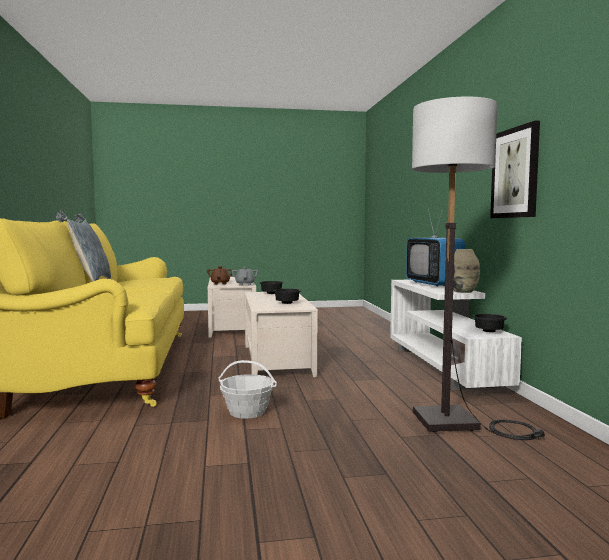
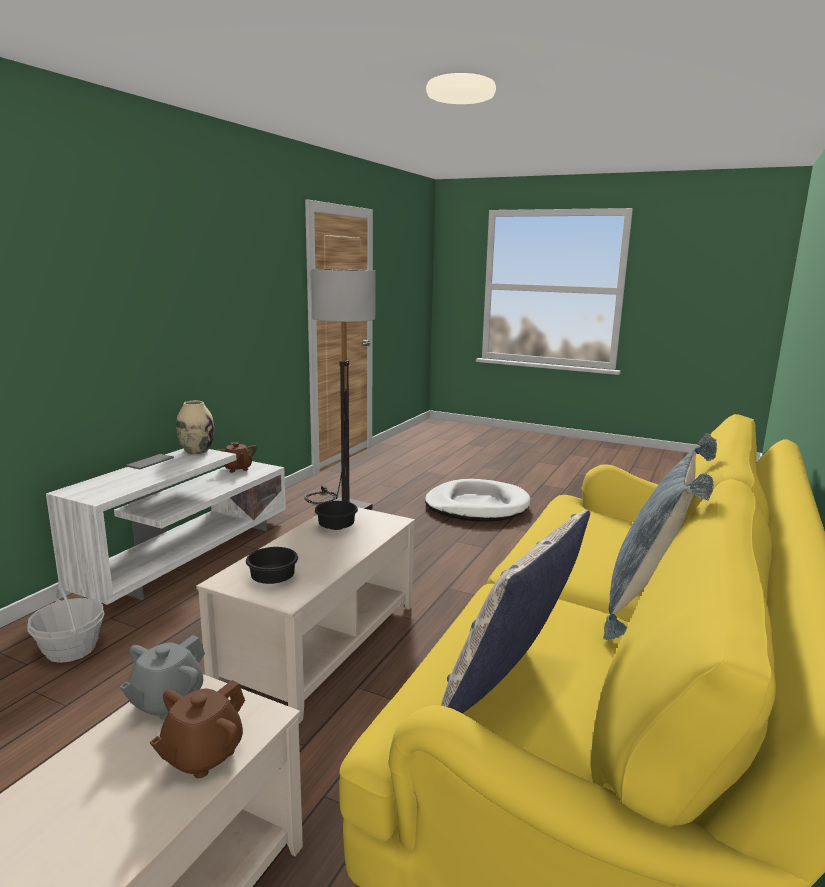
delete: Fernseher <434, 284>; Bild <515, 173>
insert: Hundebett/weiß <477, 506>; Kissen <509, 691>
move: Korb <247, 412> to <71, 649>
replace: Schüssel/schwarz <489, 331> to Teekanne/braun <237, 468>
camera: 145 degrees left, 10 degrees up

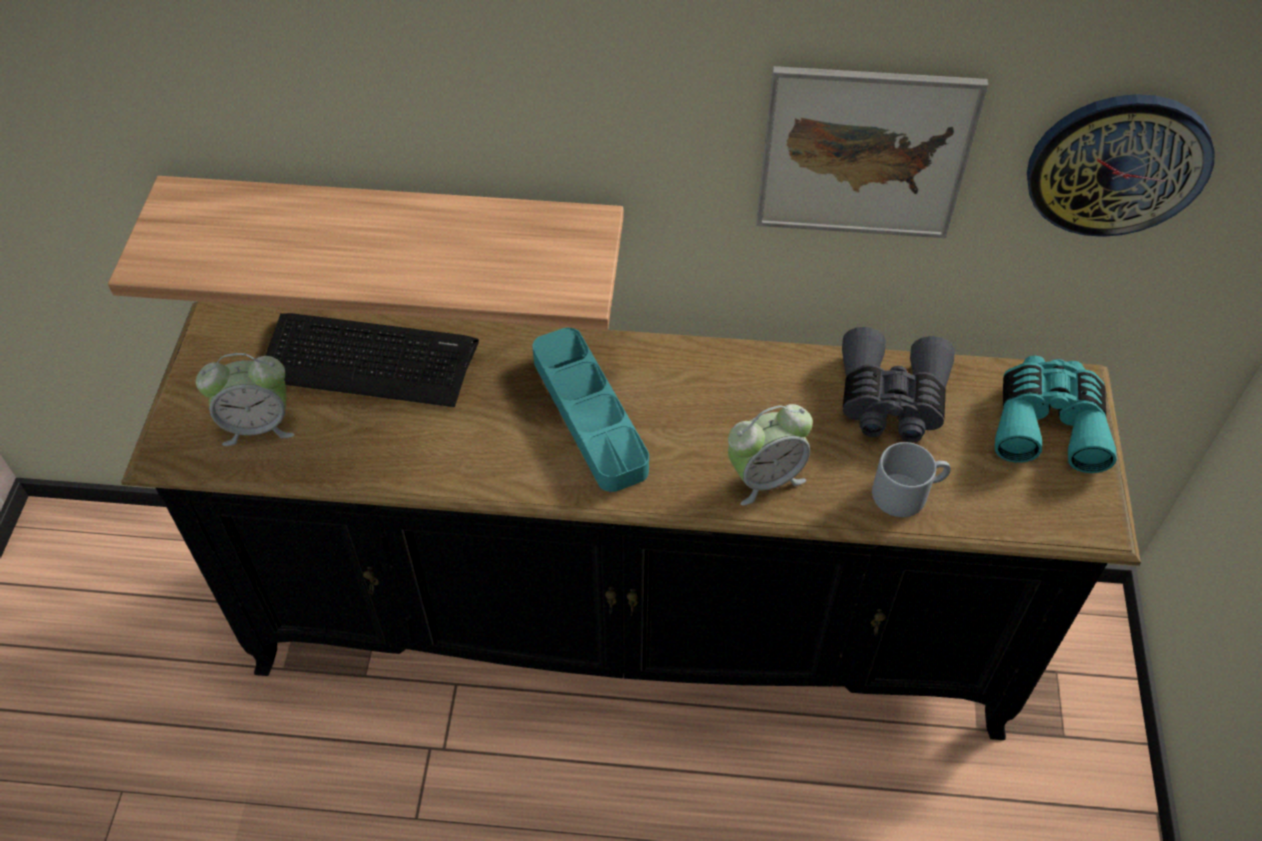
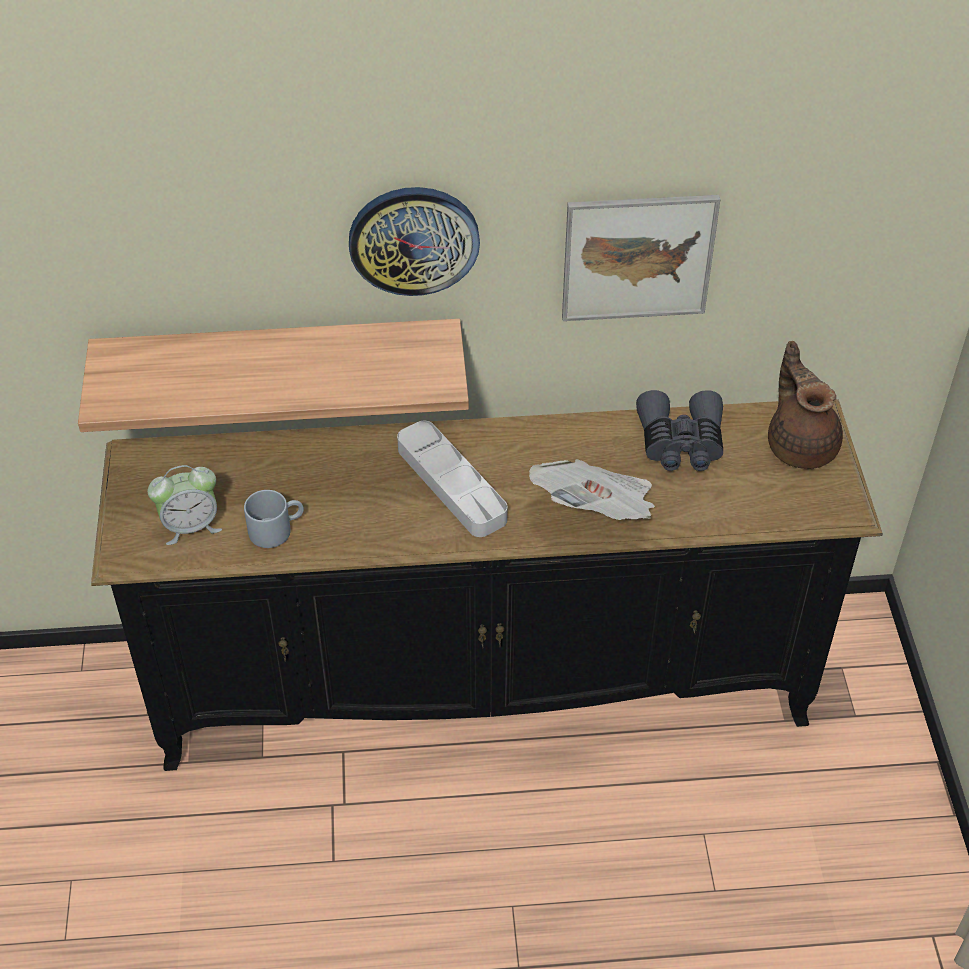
delete: Tastatur <368, 360>
move: Henkelbecher/grau <908, 491> to <276, 529>; Wanduhr <1117, 164> to <414, 239>
replace: Wecker <765, 478> to Zeitung <596, 511>; Fernglas/türkis <1048, 423> to Teekanne/braun <800, 444>
recolor: Tablett/türkis <589, 414> to Tablett/grau <451, 484>
camera: 10 degrees left, 5 degrees down

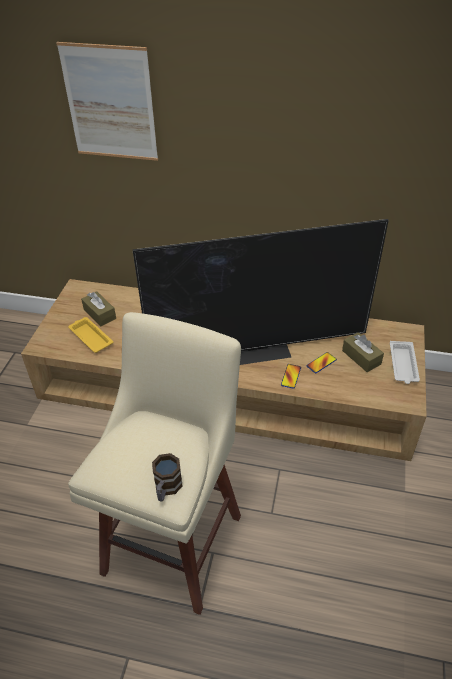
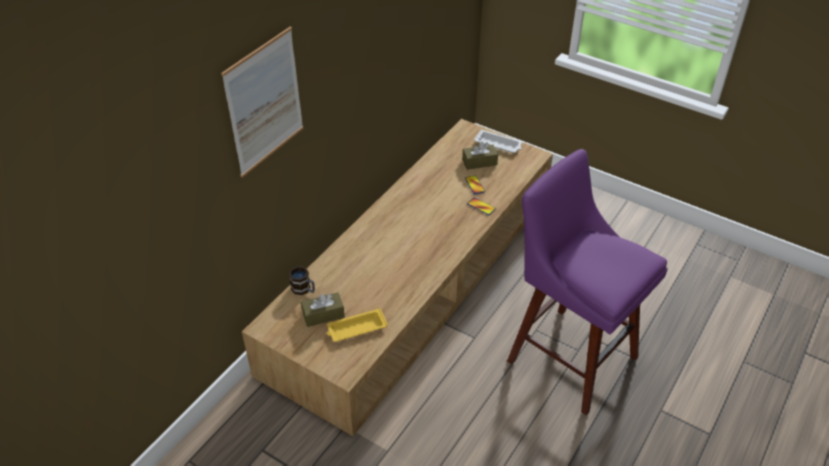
delete: Fernseher <259, 349>
move: Henkelbecher <166, 488> to <304, 289>
recolor: Hocker/beige <175, 541> to Hocker/lila <569, 357>
camera: 70 degrees left, 0 degrees up

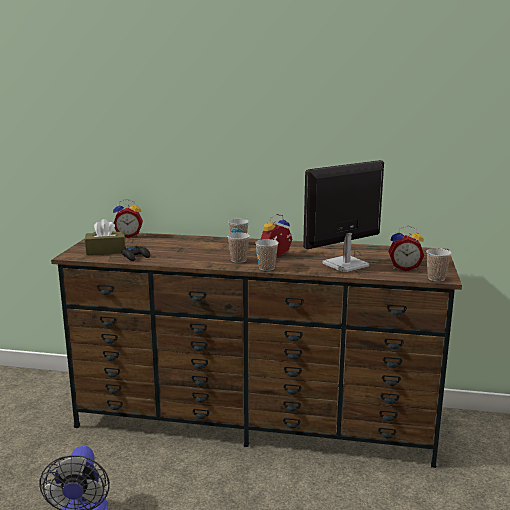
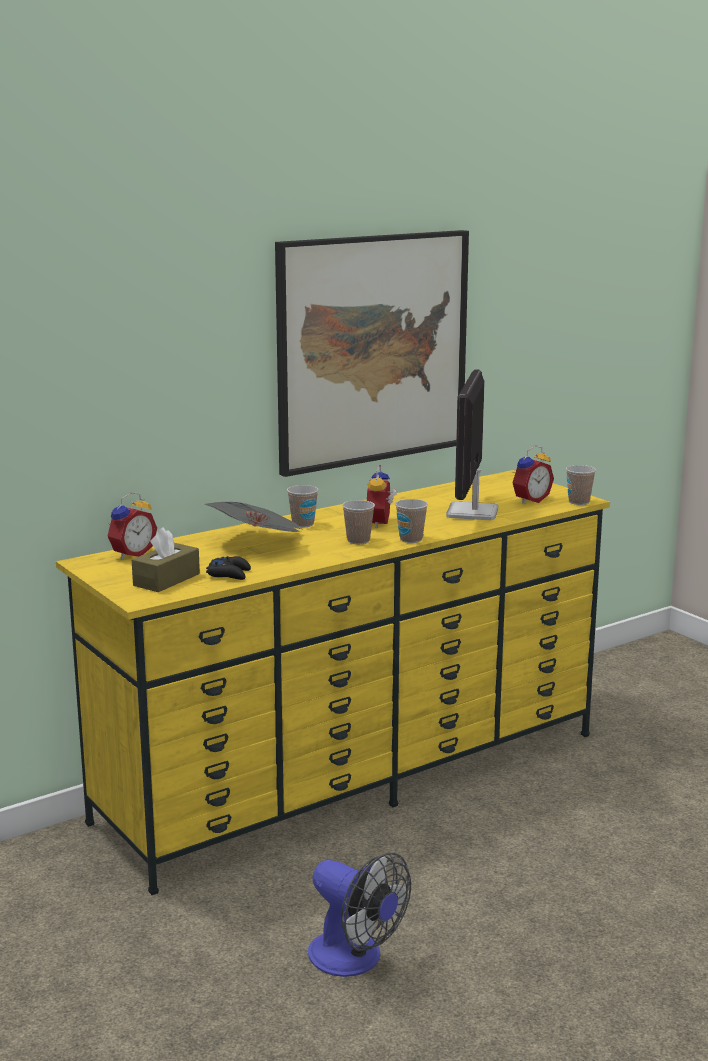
insert: Zeitung <259, 543>; Bild <372, 349>
recolor: Kommode/braun <256, 418> to Kommode/gelb <354, 775>
camera: 45 degrees left, 0 degrees up

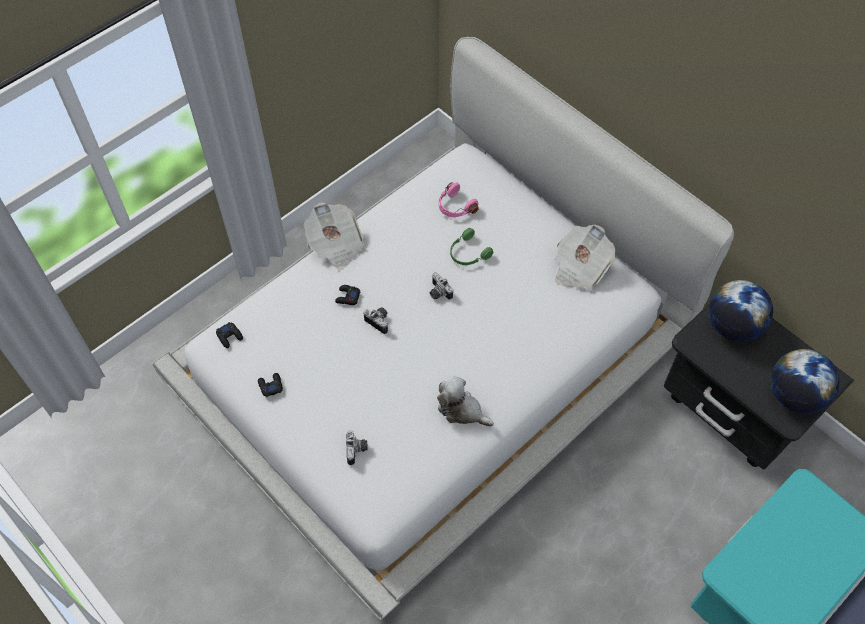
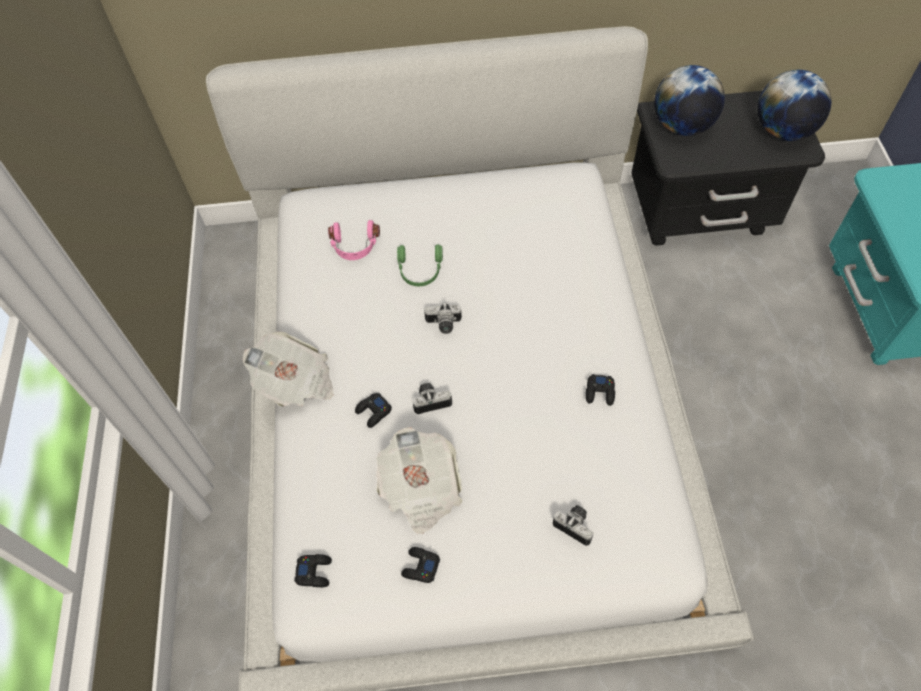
move: Zeitung <579, 267> to <421, 489>
replace: Plüschtier <462, 410> to Gamepad/schwarz <600, 392>
camera: 50 degrees left, 0 degrees up

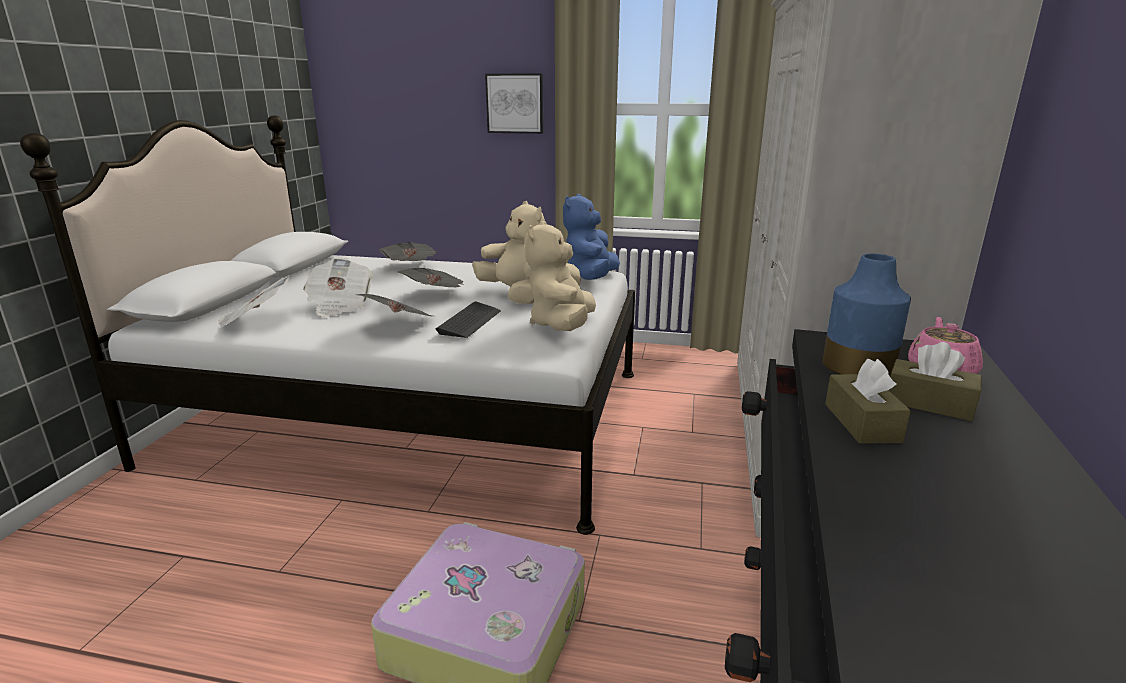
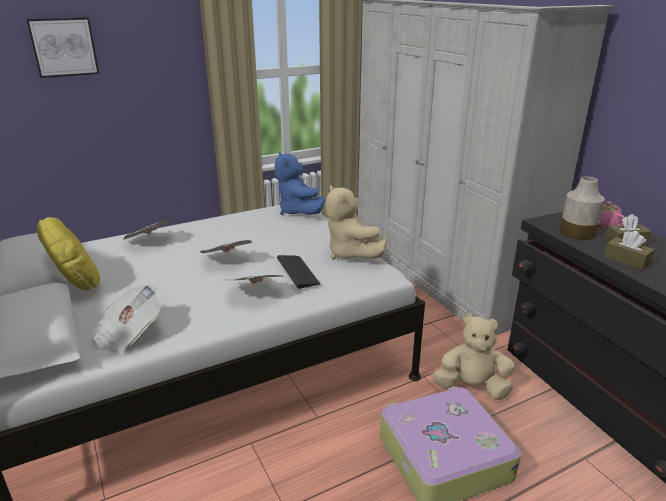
delete: Zeitung <340, 305>
insert: Kissen/gelb <76, 285>
move: Plüschtier/beige <516, 295> to <472, 387>; Bild <515, 103> to <64, 47>
recolor: Vase/blau <858, 366> to Vase/beige <577, 232>
camera: 40 degrees left, 5 degrees up

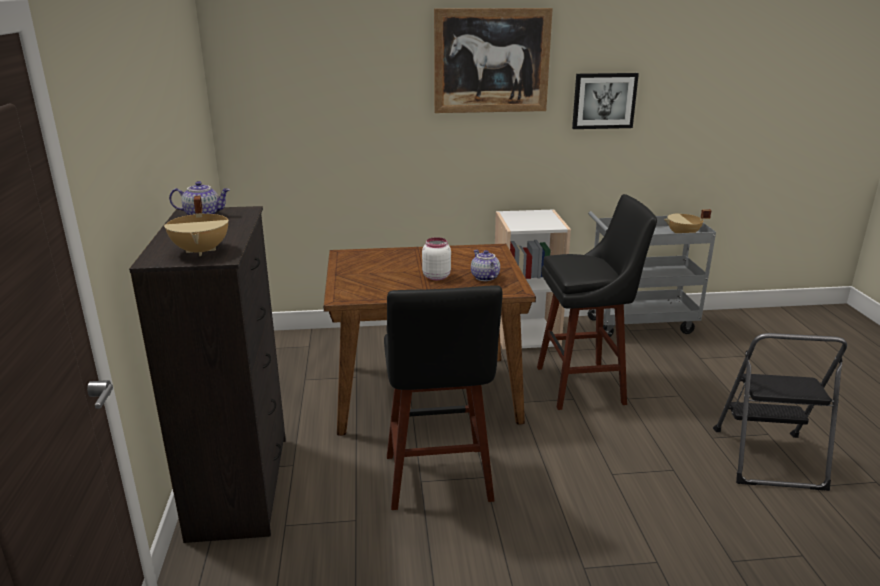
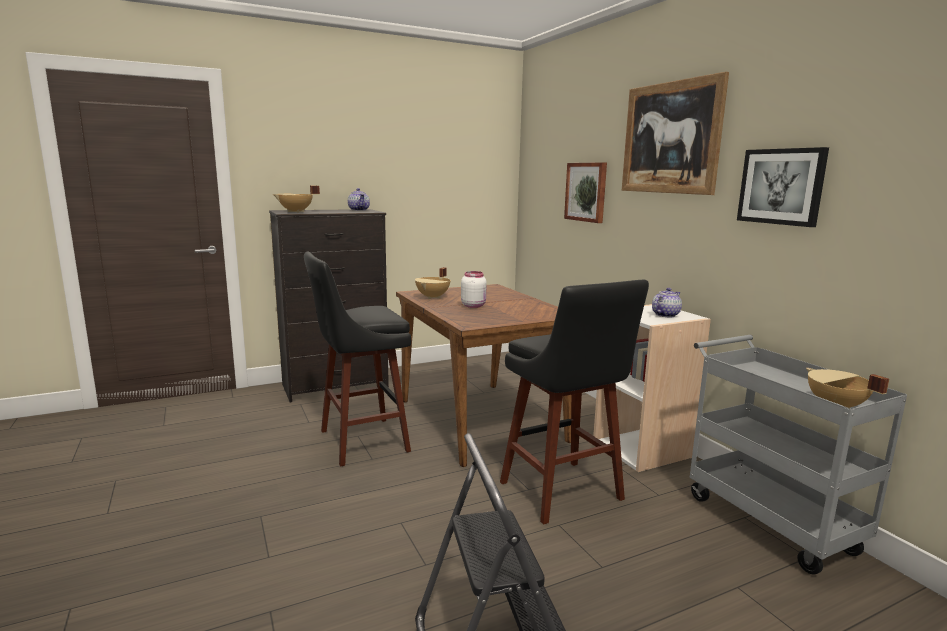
insert: Kochtopf/beige <433, 297>; Bild <586, 192>
move: Teekanne <484, 277> to <665, 315>
camera: 70 degrees right, 10 degrees down

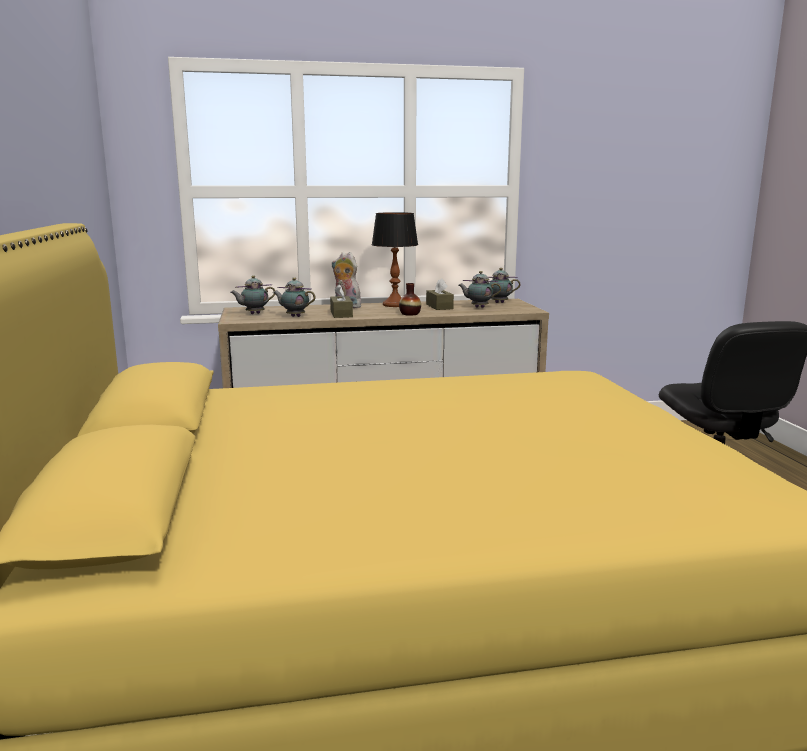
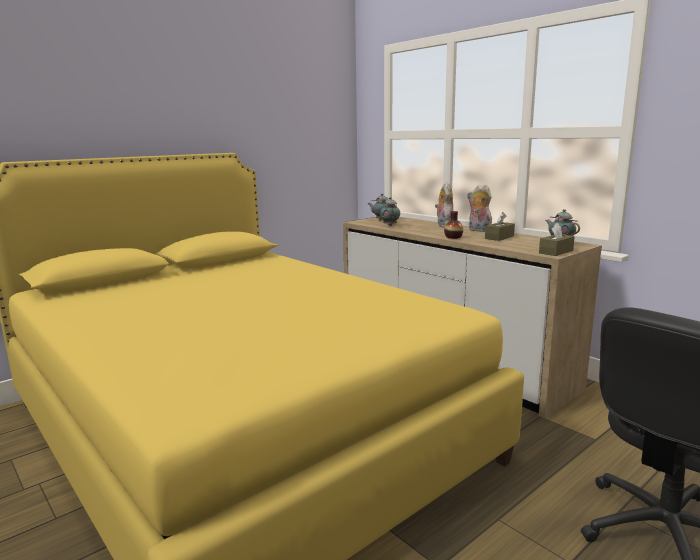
delete: Teekanne <478, 307>
move: Taschentuchbox/braun <341, 314> to <556, 252>
replace: Tischlampe <395, 305> to Plüschtier <478, 230>
camera: 60 degrees right, 0 degrees up

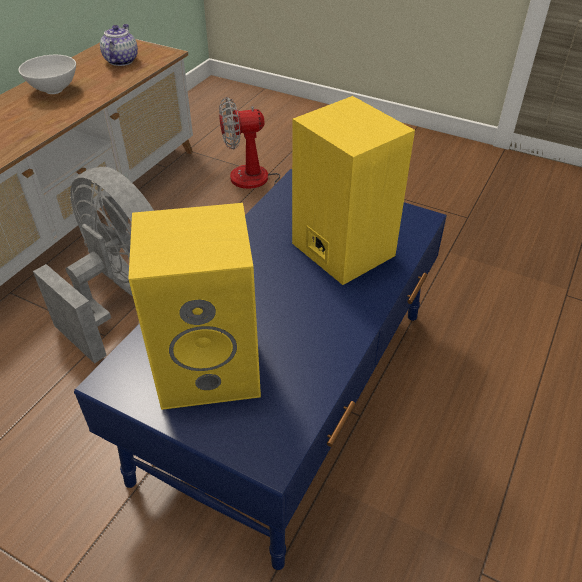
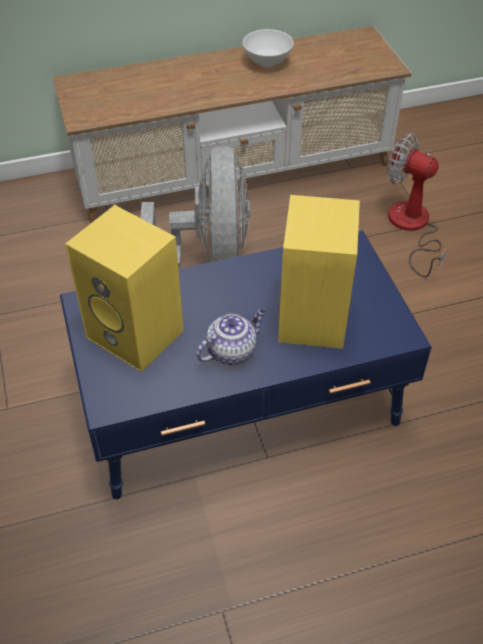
move: Teekanne <121, 60> to <232, 351>
camera: 45 degrees right, 5 degrees up

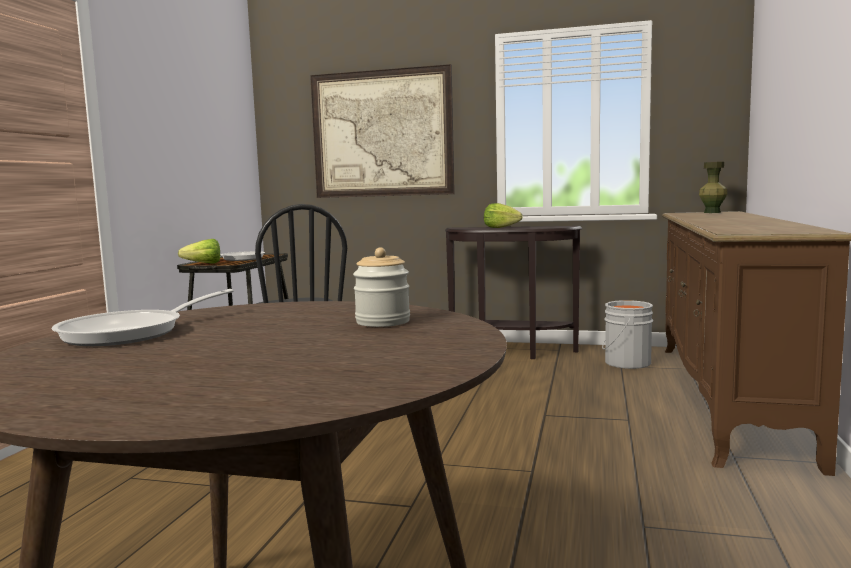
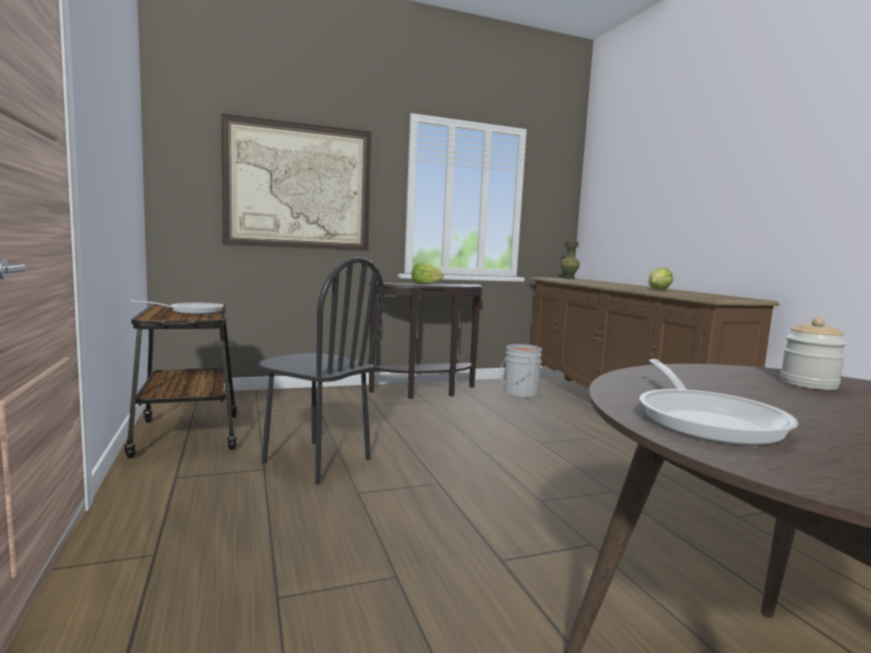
move: Salatkopf <200, 264> to <656, 290>
camera: 35 degrees left, 0 degrees up

